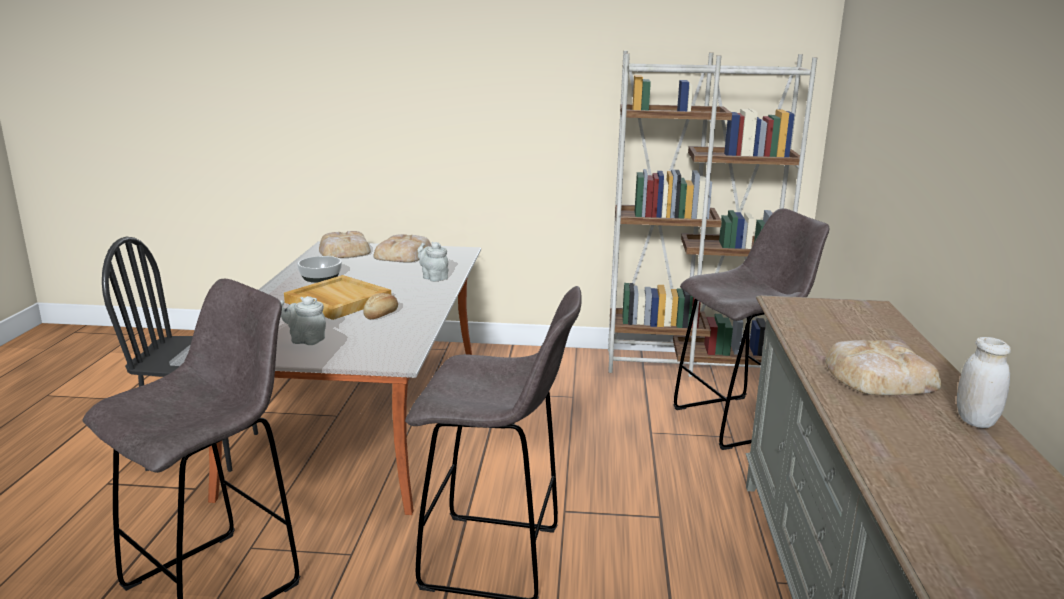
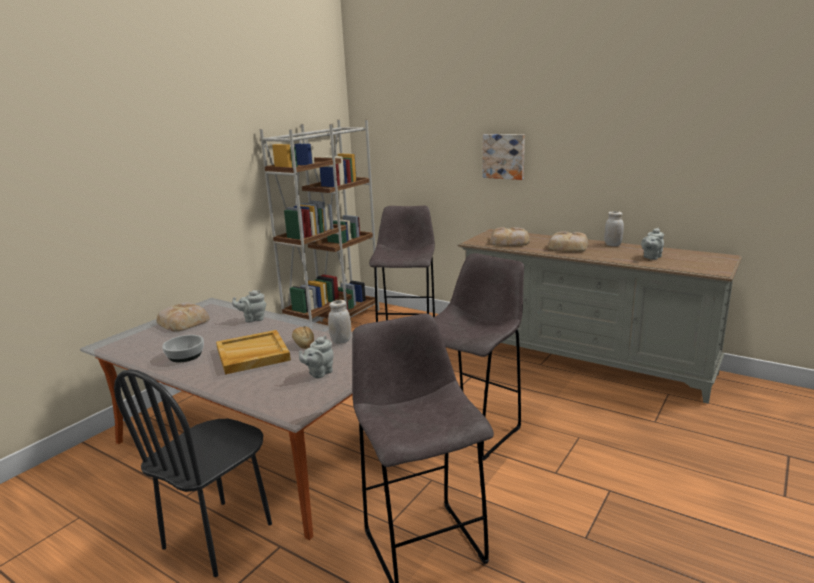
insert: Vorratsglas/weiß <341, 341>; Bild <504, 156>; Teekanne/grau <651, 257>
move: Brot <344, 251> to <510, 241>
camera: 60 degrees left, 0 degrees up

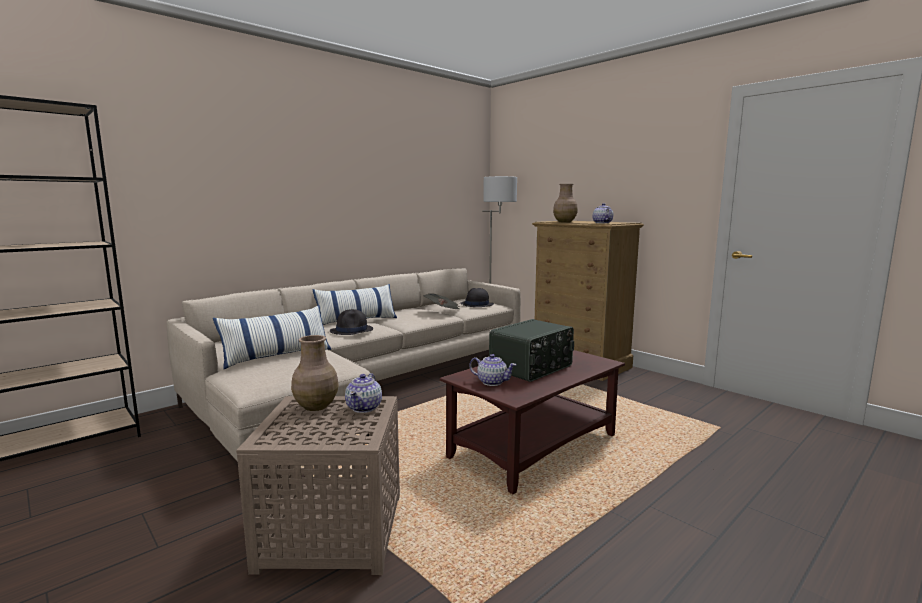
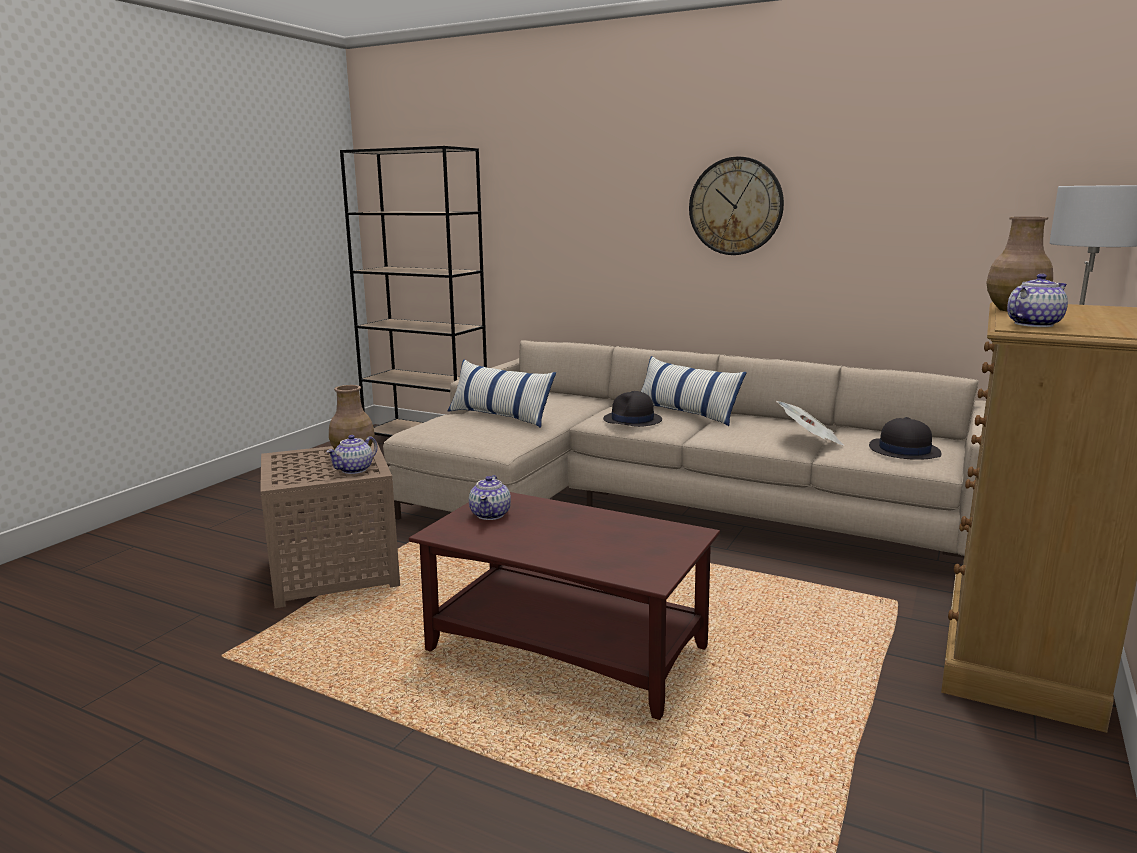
delete: Radio <532, 368>
insert: Wanduhr <735, 206>
rotate: Teekanne <364, 407> = <355, 469> 45 degrees counterclockwise
camera: 70 degrees right, 5 degrees up

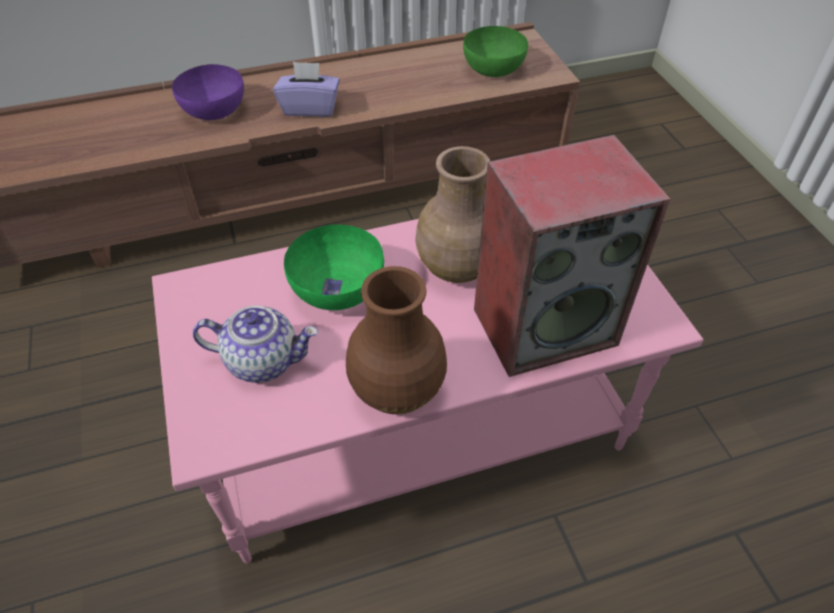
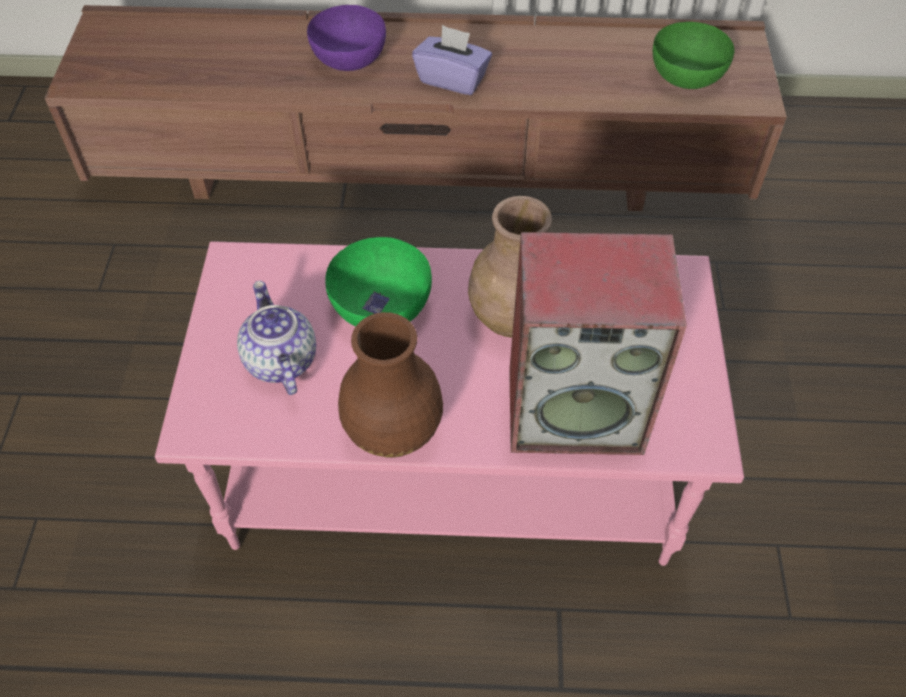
rotate: Teekanne <263, 360> = <279, 360> 135 degrees counterclockwise
camera: 20 degrees right, 5 degrees up

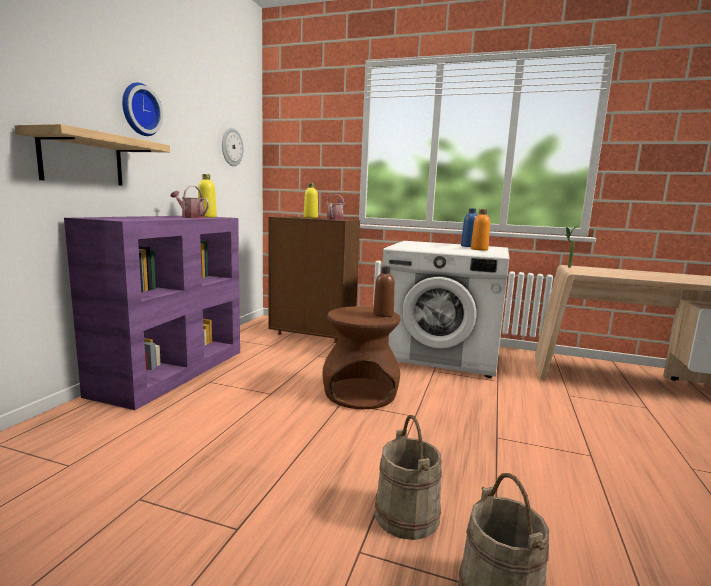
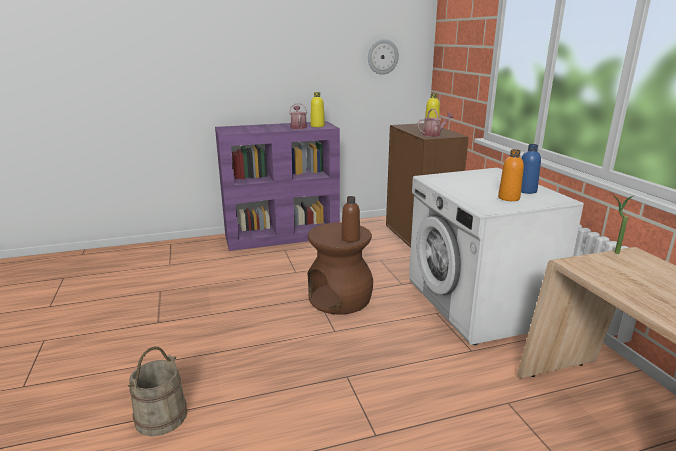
delete: Wandregal <82, 160>; Wanduhr <139, 110>; Eimer/beige <406, 515>
camera: 55 degrees right, 10 degrees up

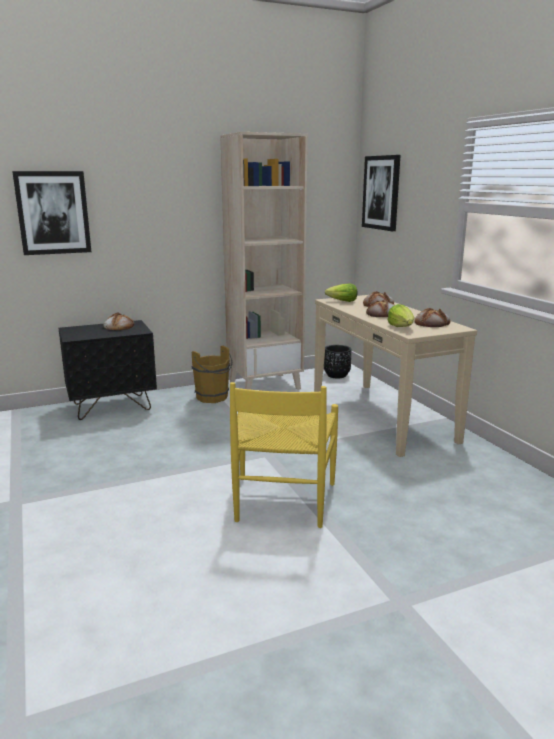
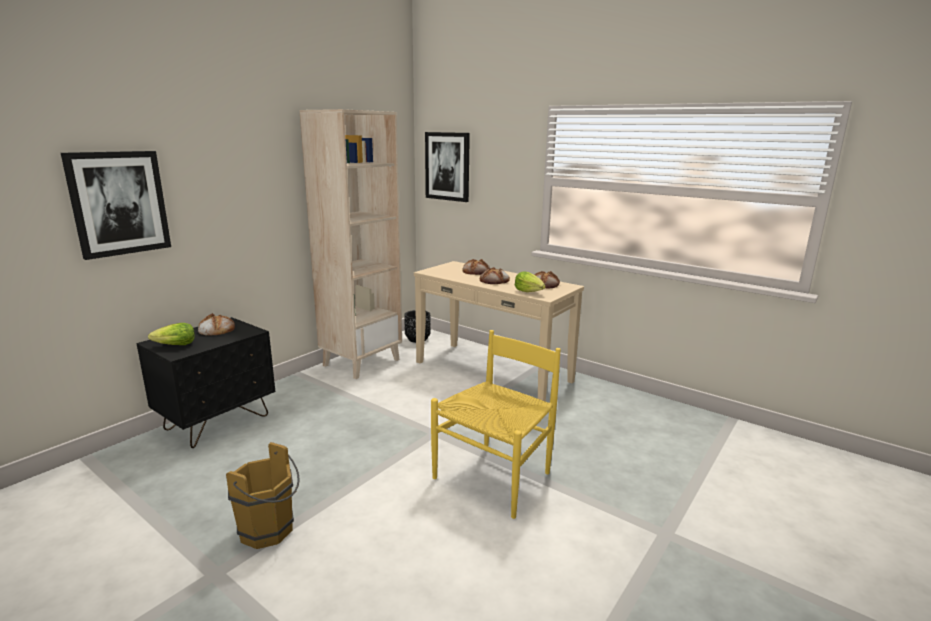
move: Eimer/braun <213, 398> to <270, 531>; Salatkopf <342, 301> to <175, 345>
rotate: Stuhl/gelb <282, 502> = <495, 477> 120 degrees counterclockwise
camera: 30 degrees left, 0 degrees up

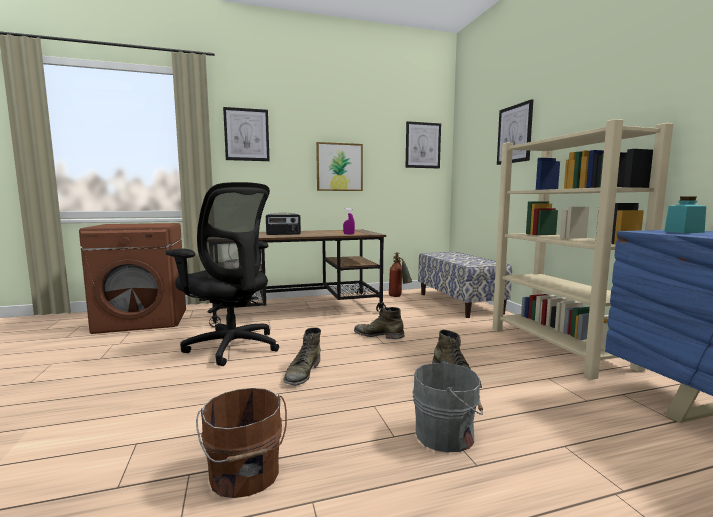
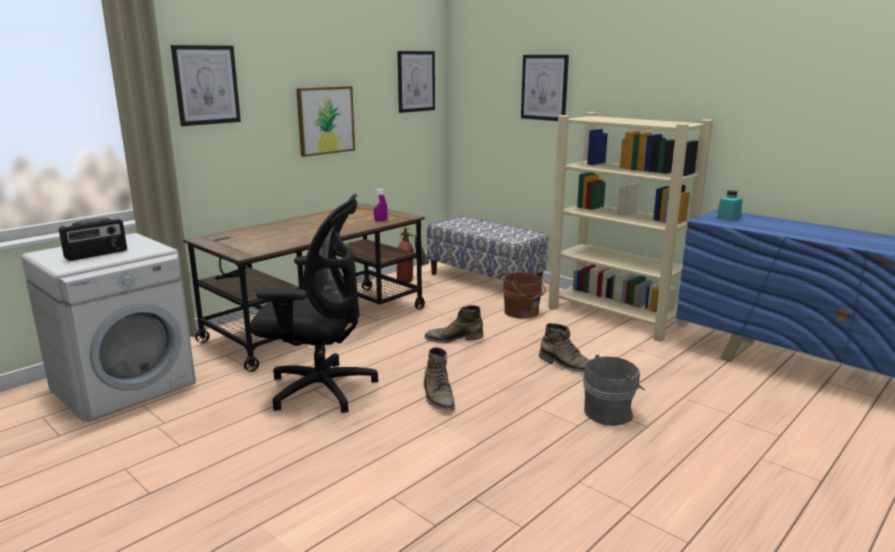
move: Eimer/braun <244, 475> to <522, 312>; Radio <283, 234> to <96, 255>
recolor: Waschmaschine/braun <142, 320> to Waschmaschine/weiß <127, 386>
camera: 30 degrees left, 10 degrees up

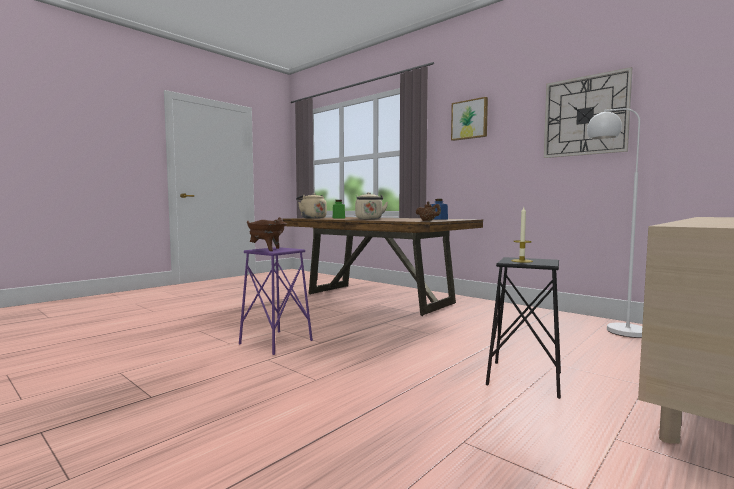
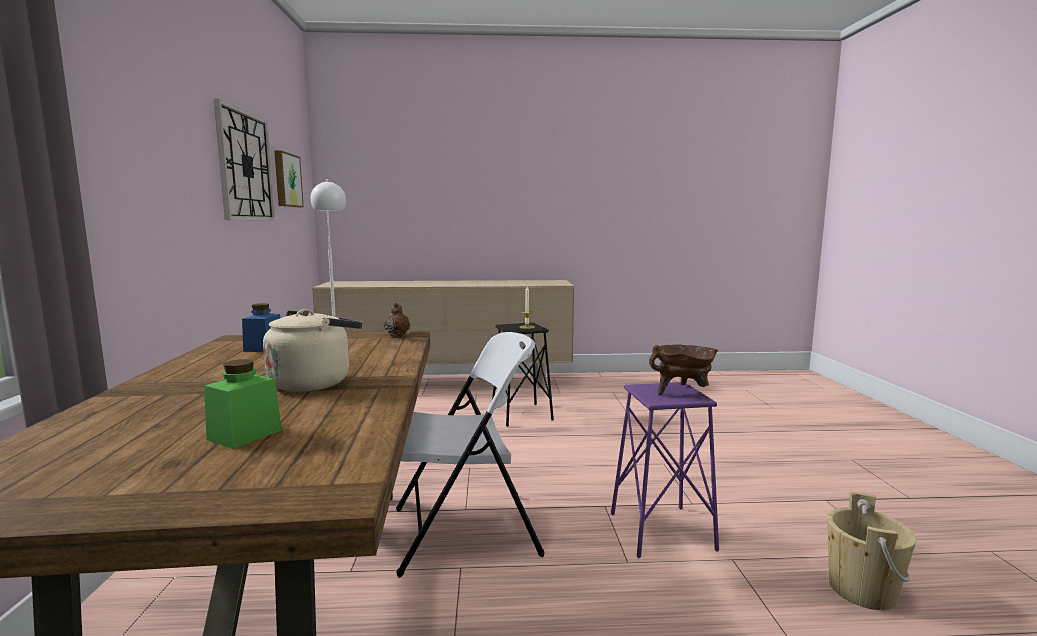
delete: Wasserkessel/beige <312, 218>
insert: Stuhl/weiß <465, 531>; Eimer/beige <862, 590>
move: Bild <469, 119> to <286, 180>
camera: 135 degrees left, 5 degrees up

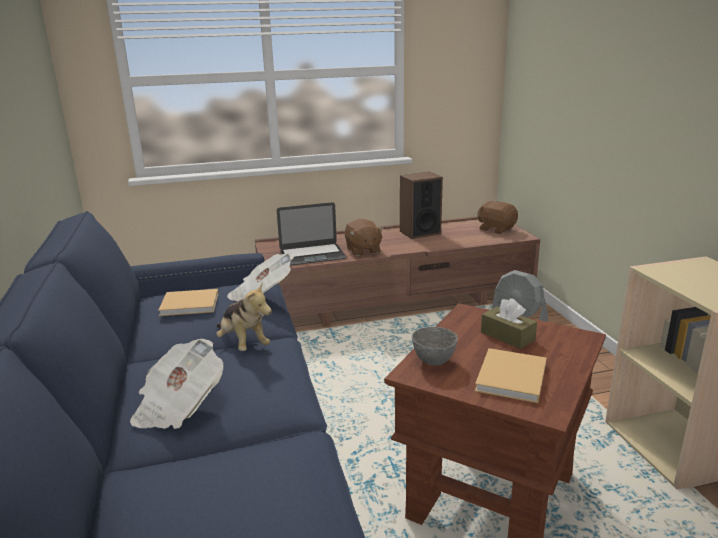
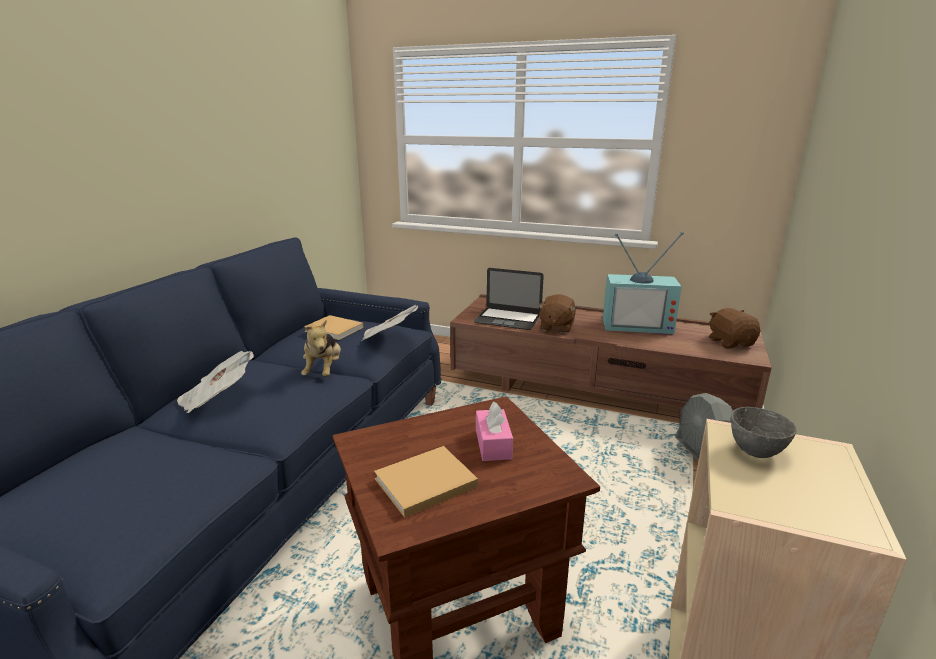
move: Schüssel/grau <433, 361> to <754, 451>
replace: Lautsprecher <420, 232> to Fernseher <637, 325>
recolor: Taschentuchbox/braun <507, 336> to Taschentuchbox/rosa <493, 444>
camera: 35 degrees right, 0 degrees up

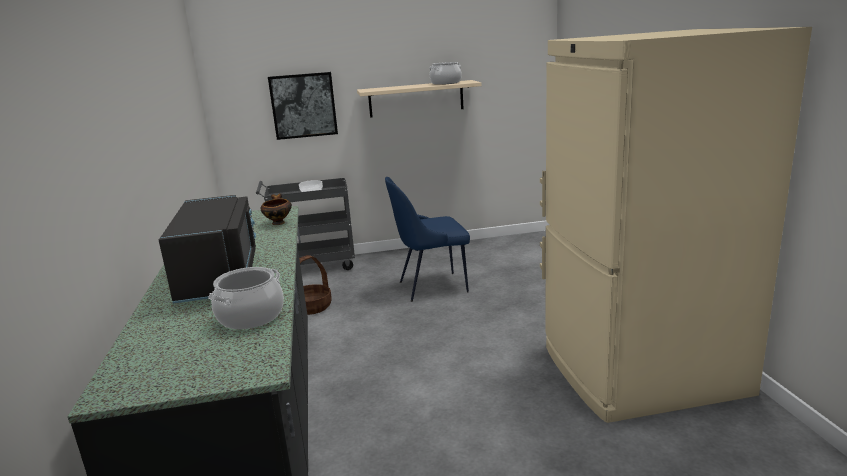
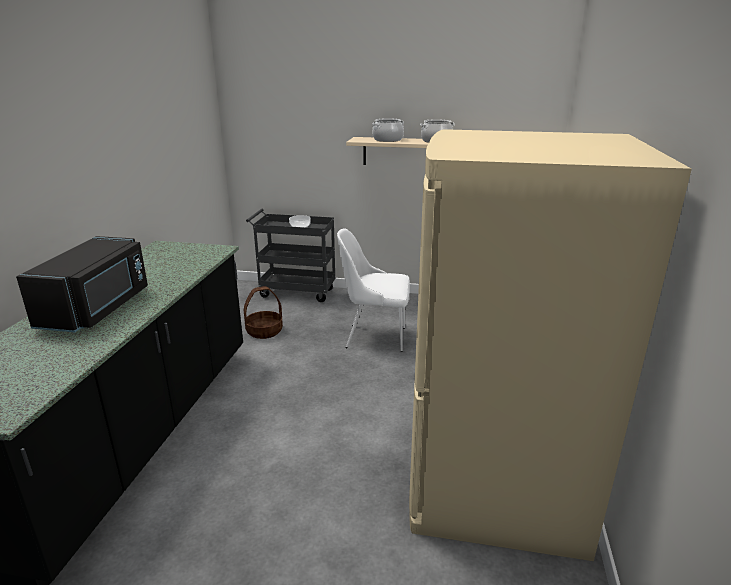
delete: Schüssel <278, 223>; Bild <303, 105>
move: Kochtopf <251, 316> to <387, 140>
recolor: Stuhl/blau <432, 287> to Stuhl/weiß <375, 338>
camera: 20 degrees right, 5 degrees up

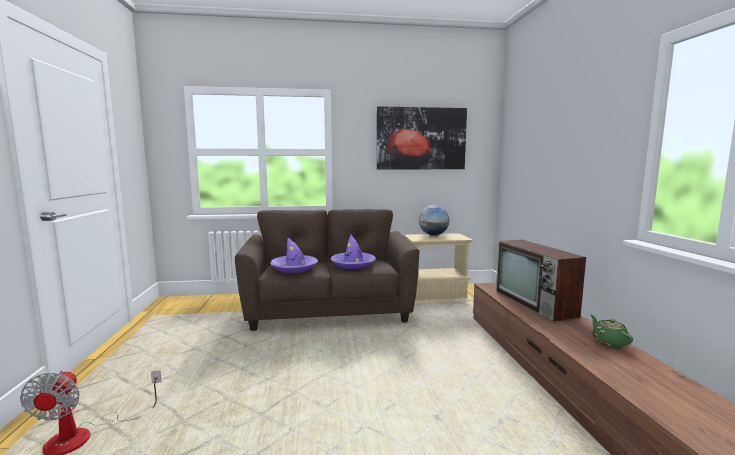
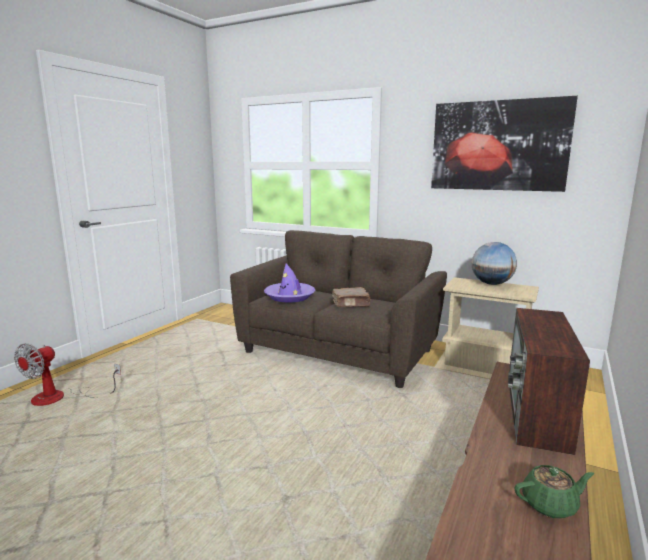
replace: Hut/lila <353, 264> to Buch/braun <351, 304>
rotate: Teekanne/grün <609, 342> = <550, 505> 60 degrees clockwise
camera: 35 degrees right, 5 degrees up

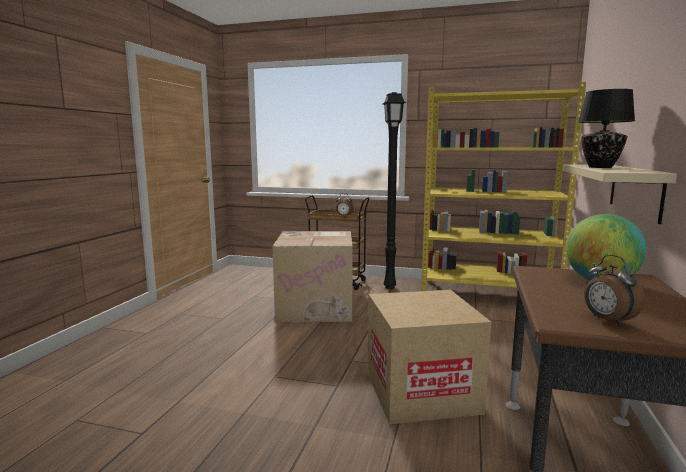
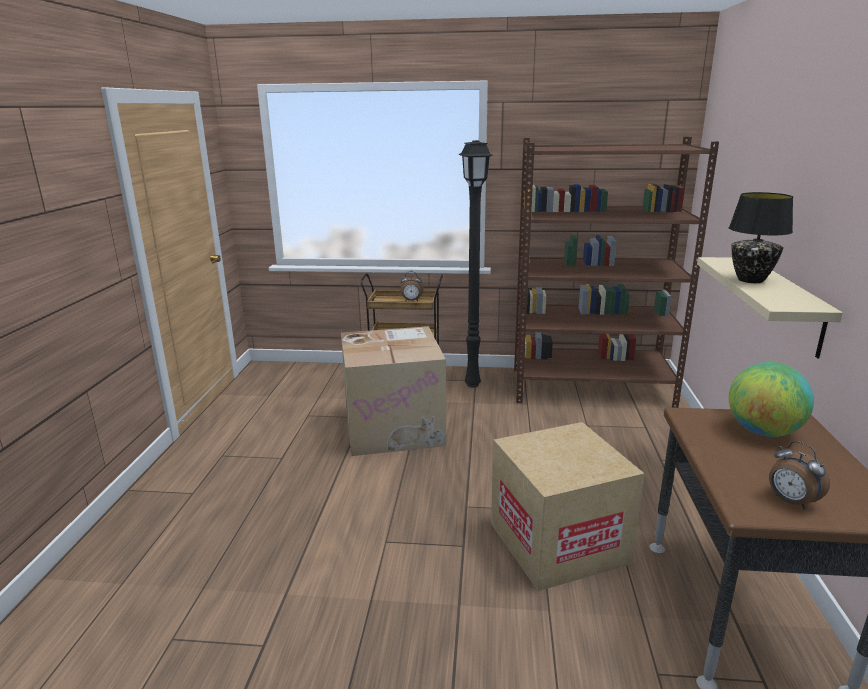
recolor: Bücherregal/gelb <487, 295> to Bücherregal/braun <590, 388>
camera: 10 degrees left, 10 degrees up

